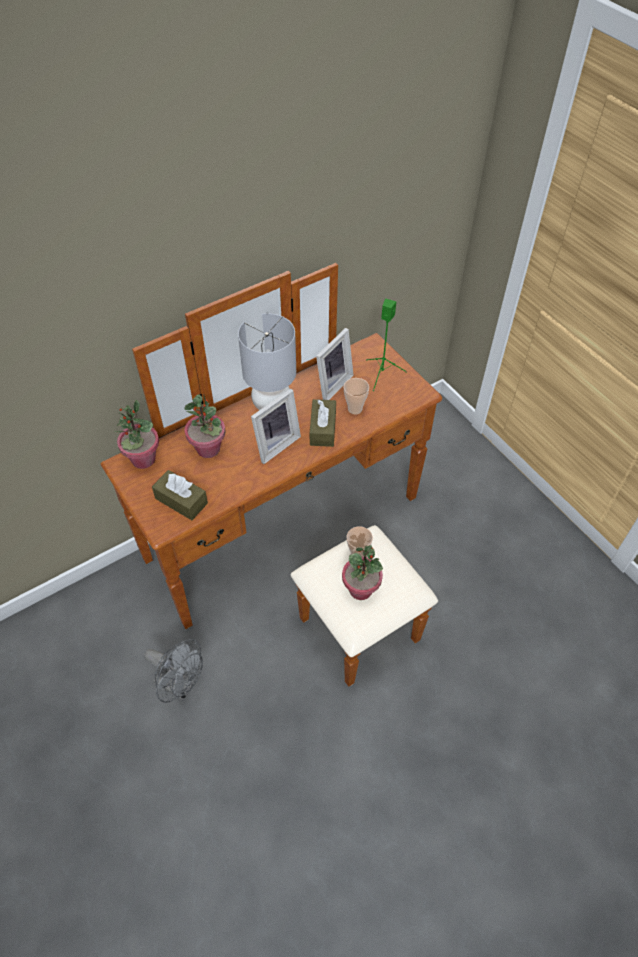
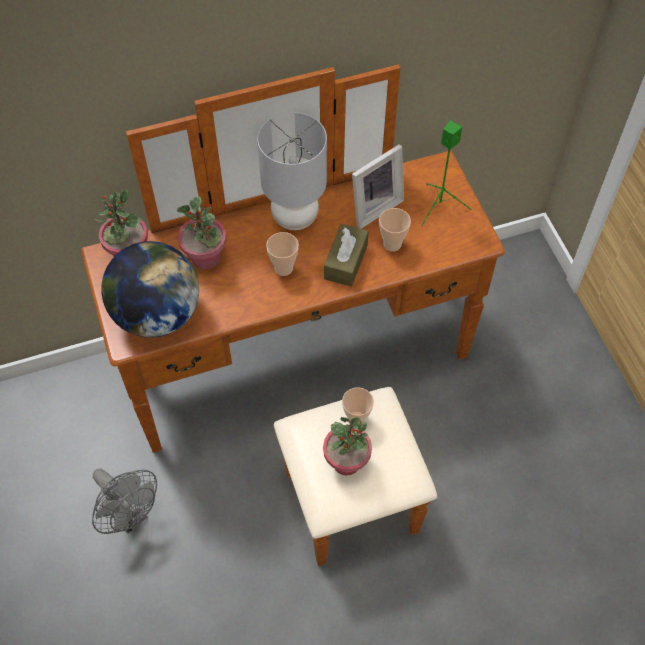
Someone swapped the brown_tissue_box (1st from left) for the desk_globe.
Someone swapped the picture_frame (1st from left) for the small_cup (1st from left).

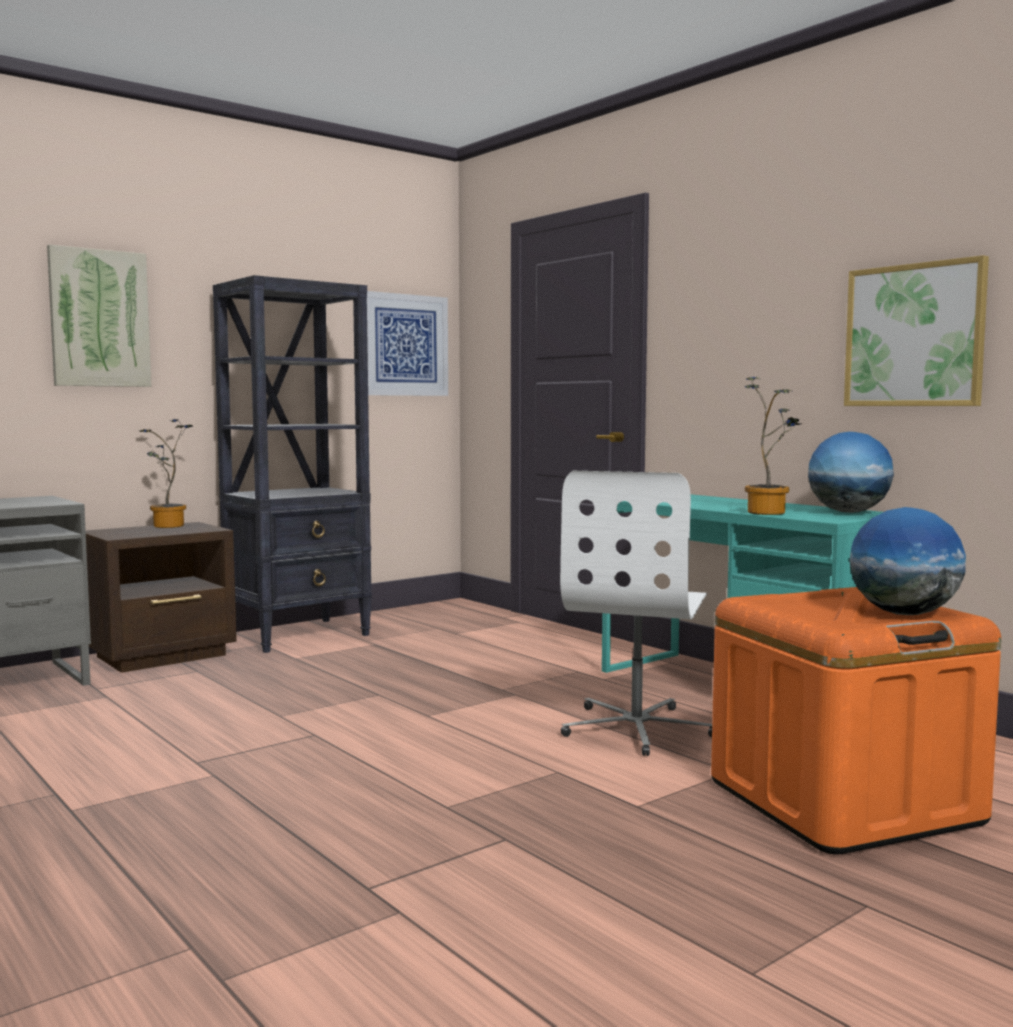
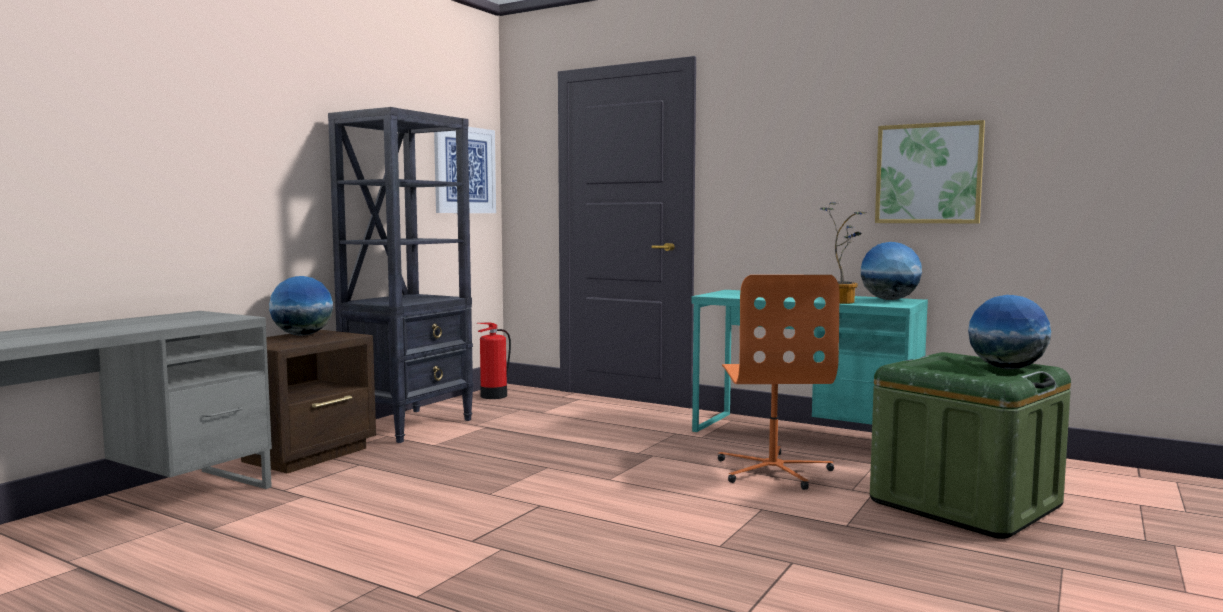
Someone took away the picture (1st from left).
Someone swapped the plant_in_a_pot (1st from left) for the desk_globe (1st from left).
Someone repainted the whitish_office_chair, which became the orange-coloured_office_chair.
Someone repainted the orange-coloured_storage_bin, which became the greenish_storage_bin.
Someone put down the fire_extinguisher.

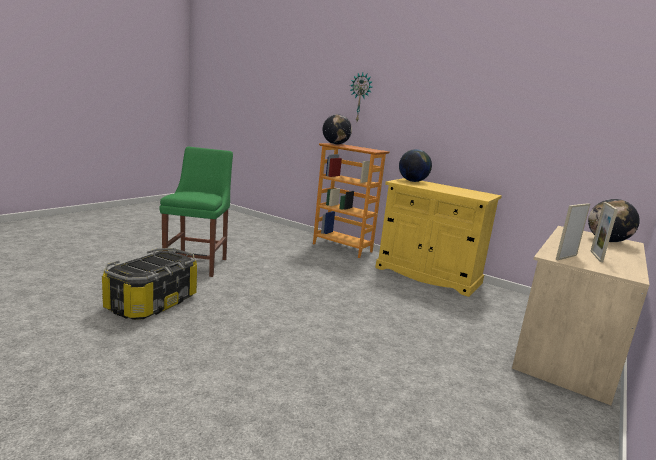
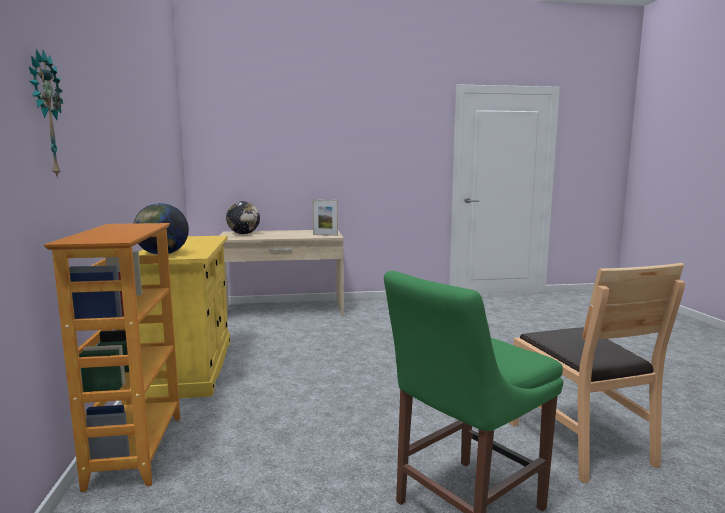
Someone swapped the storage_bin for the brown_upright_chair.
Someone took away the desk_globe (1st from left).
Someone took away the picture_frame (2nd from left).

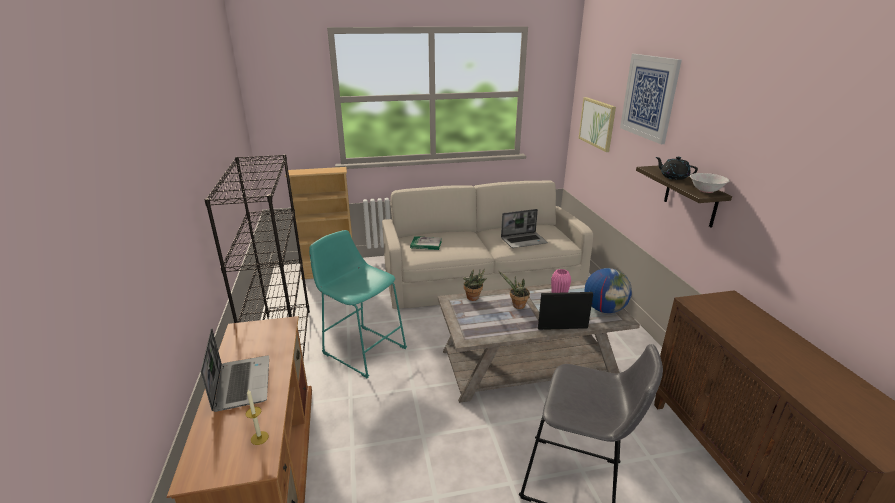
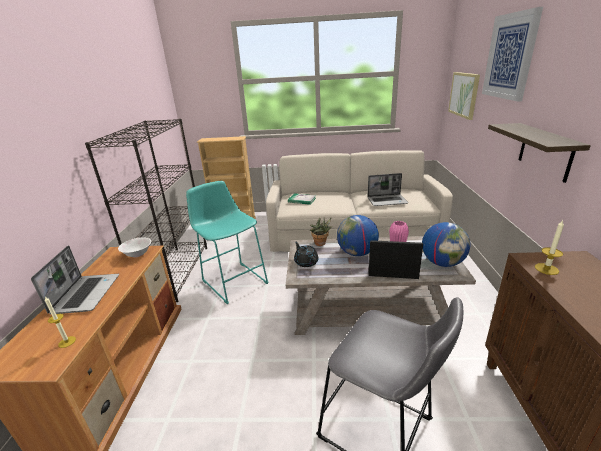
Someone swapped the plant_in_a_pot (2nd from left) for the desk_globe (1st from left).
Someone carried the black-coloured_teapot.
Someone carried the whitish_deep_dish.
Someone put down the wax_light (2nd from left).

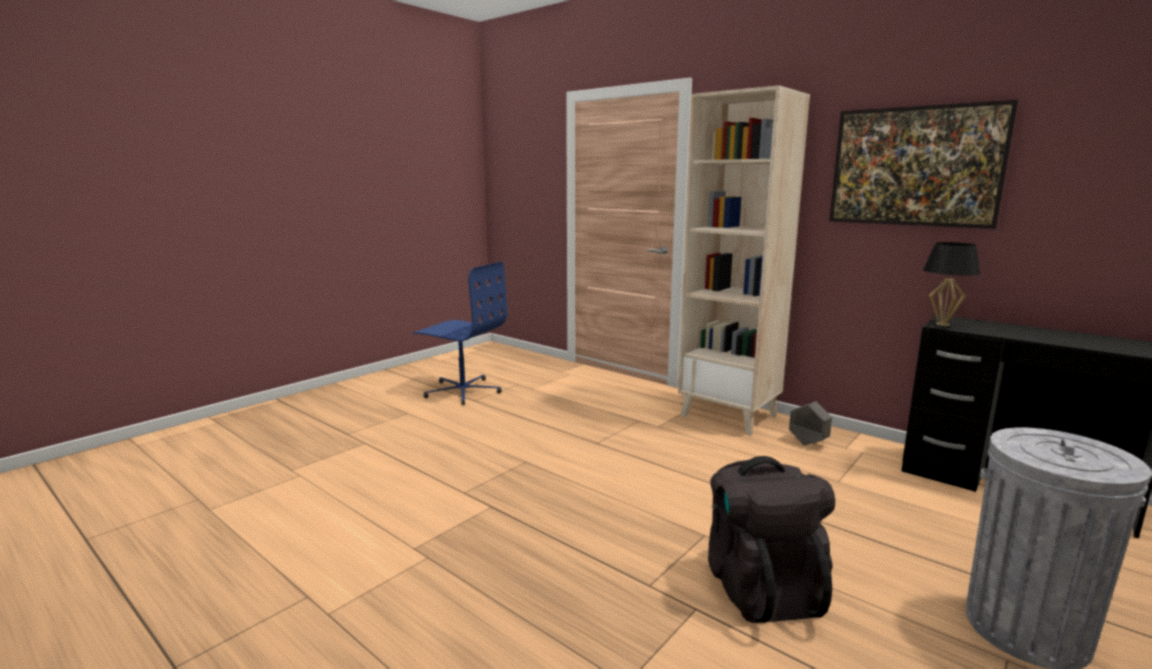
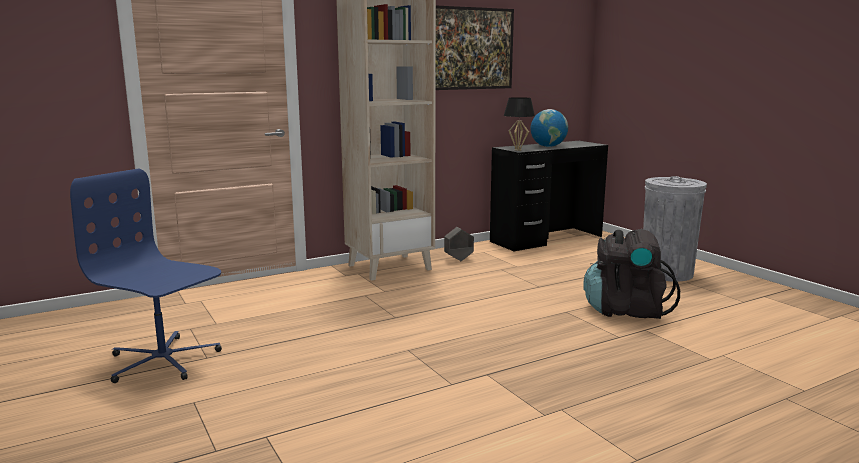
Someone rotated the blue_office_chair by 105 degrees counterclockwise.
Someone put down the desk_globe.

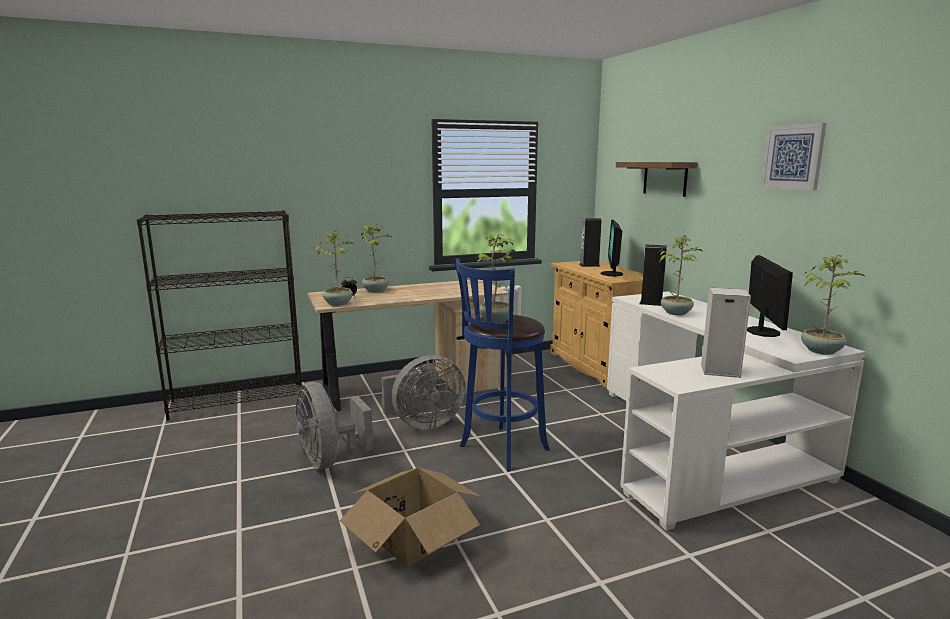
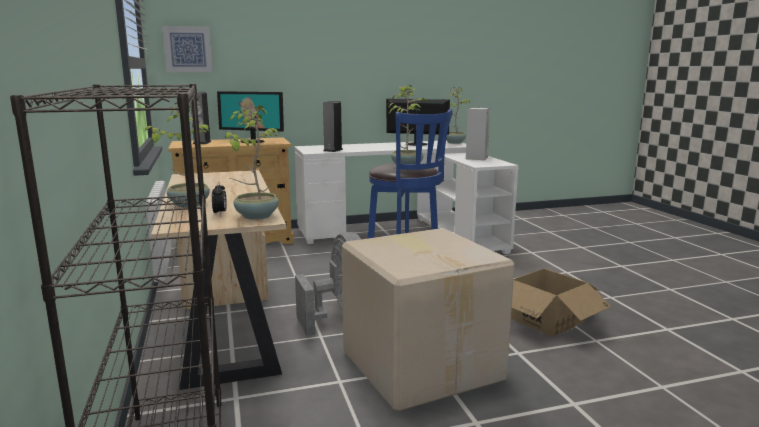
Someone swapped the greyish_electric_fan (1st from left) for the cardboard_box (1st from left).
Someone took away the shelf.
Someone took away the plant_in_a_pot (4th from left).
Someone carried the picture.

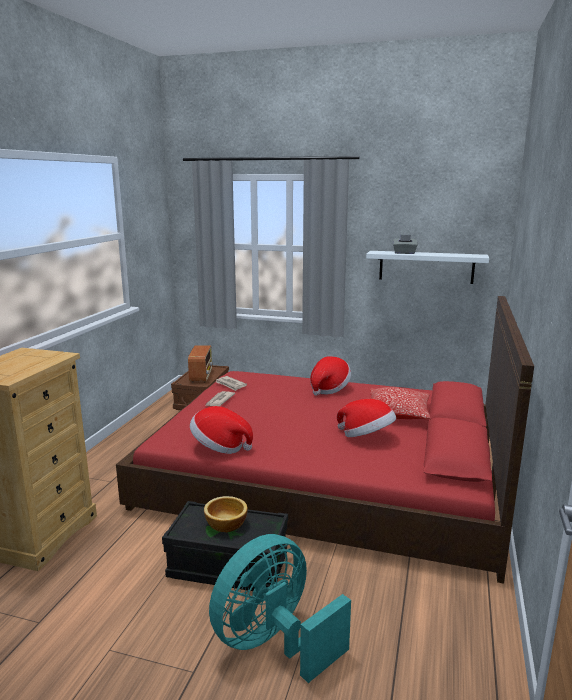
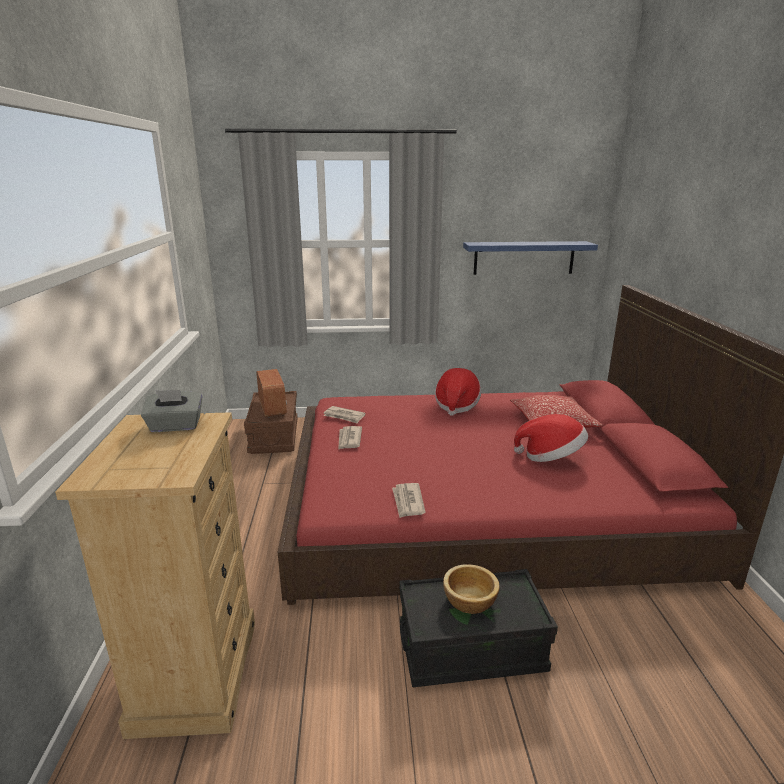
Someone swapped the clothing_hat (1st from left) for the newspaper (3rd from left).
Someone took away the blue-green_electric_fan.
Someone repainted the whitish_shelf, which became the blue_shelf.
Someone carried the greyish_tissue_box.

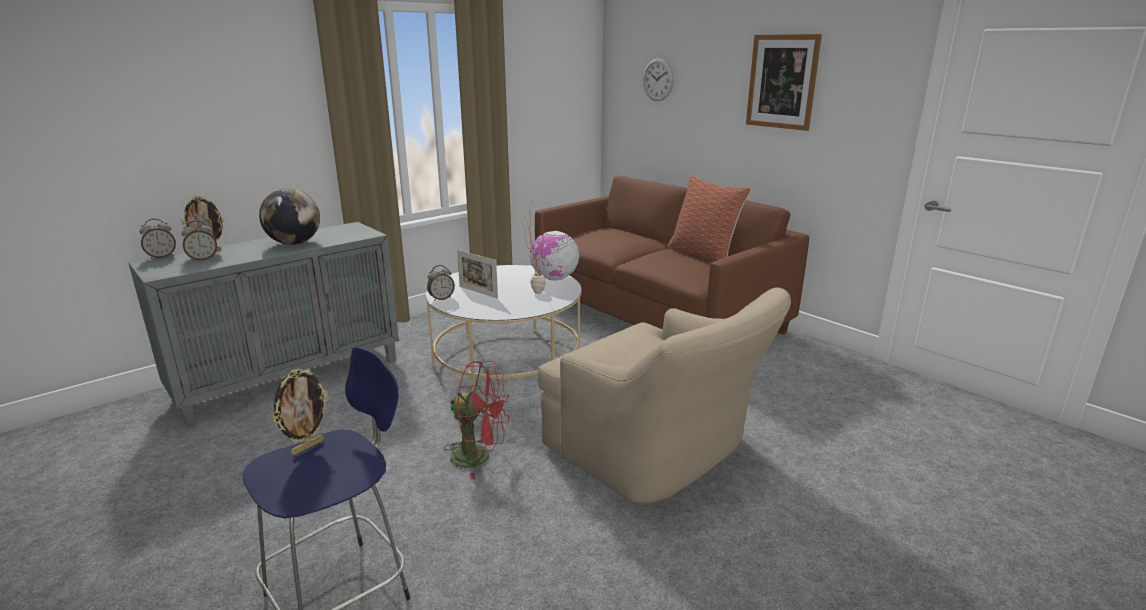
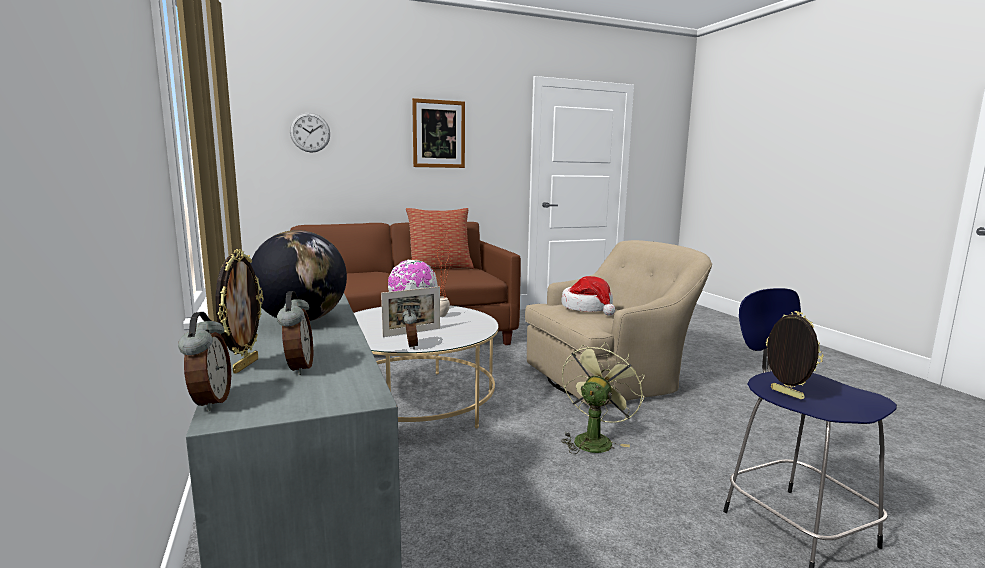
Someone repainted the red-coloured_electric_fan, which became the greenish_electric_fan.
Someone put down the clothing_hat.

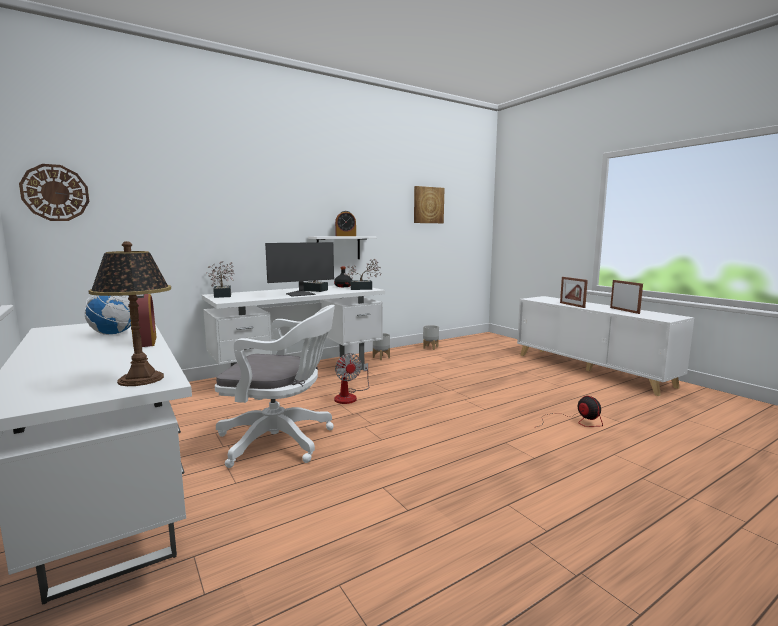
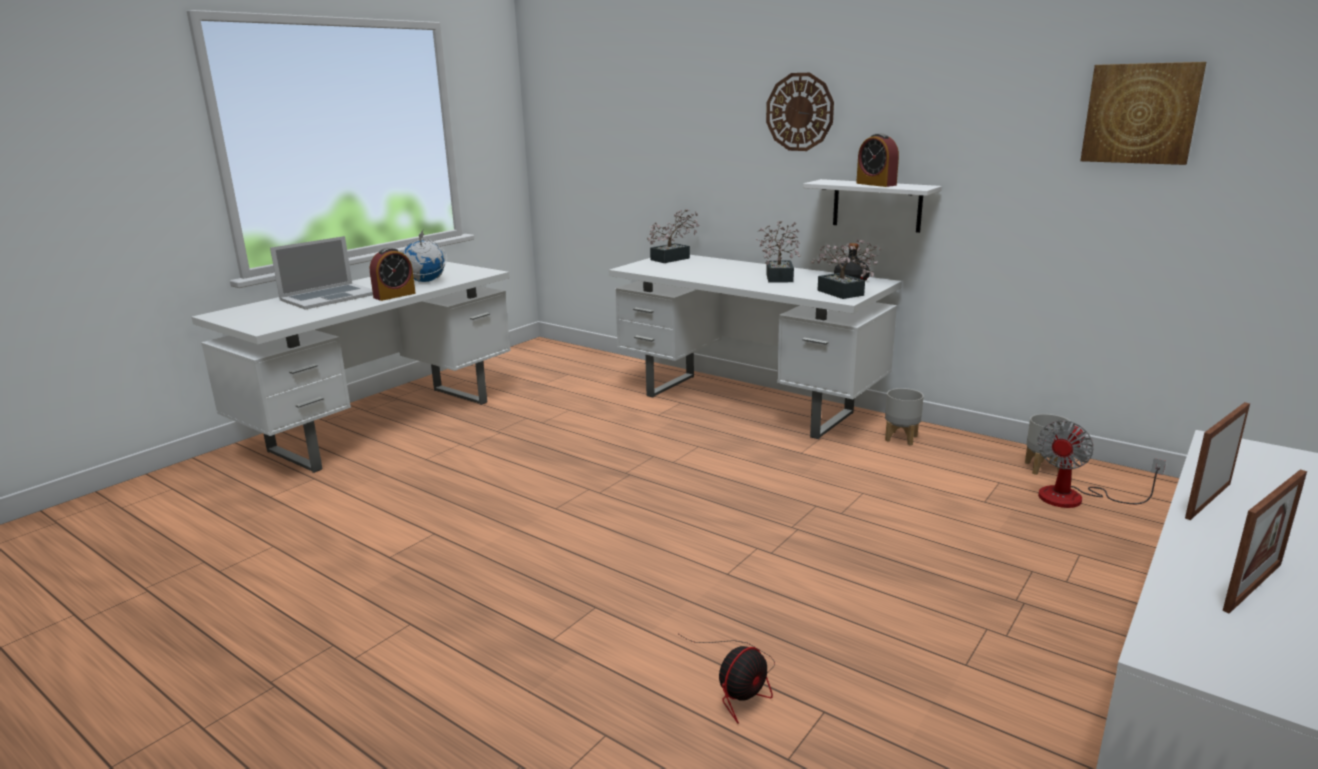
Someone carried the clock_on_the_wall.
Someone took away the lamp_for_a_table.
Someone took away the whitish_office_chair.
Someone took away the computer_display.
Someone carried the electric_fan (1st from left in the first image).
Someone put down the portable_computer.

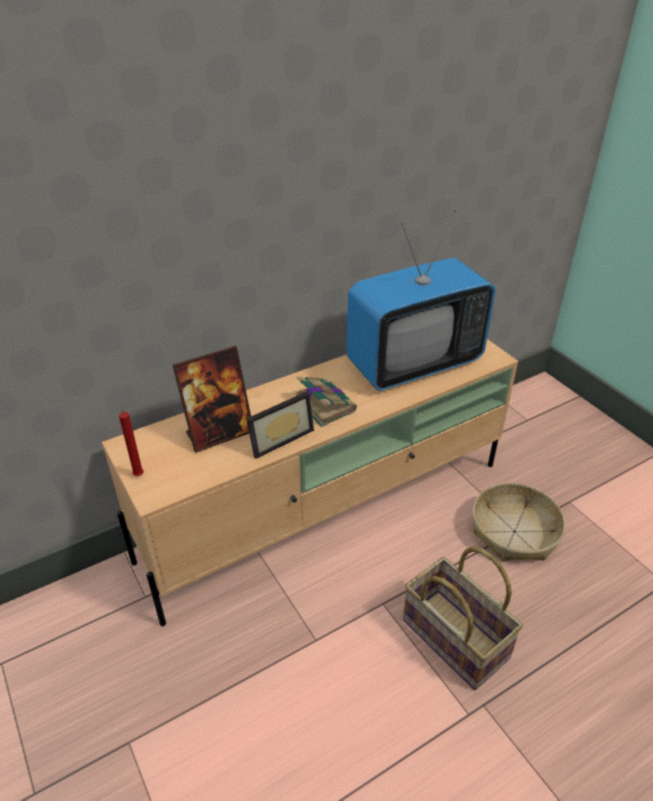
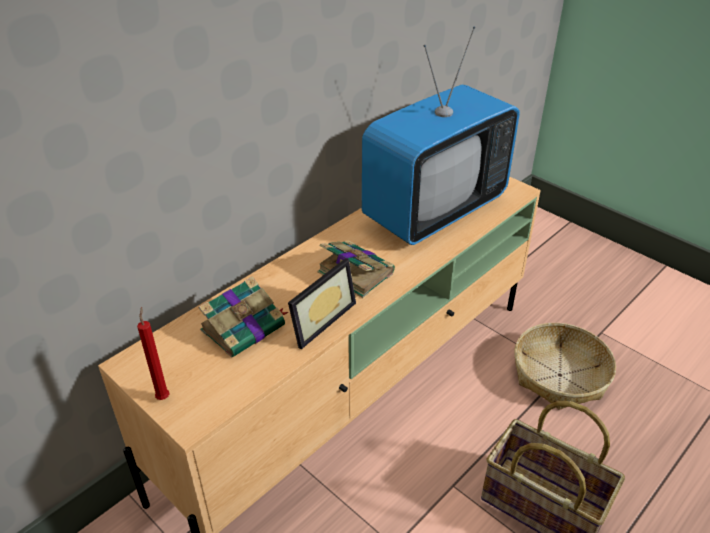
Someone swapped the picture_frame (1st from left) for the bound_book (1st from left).

